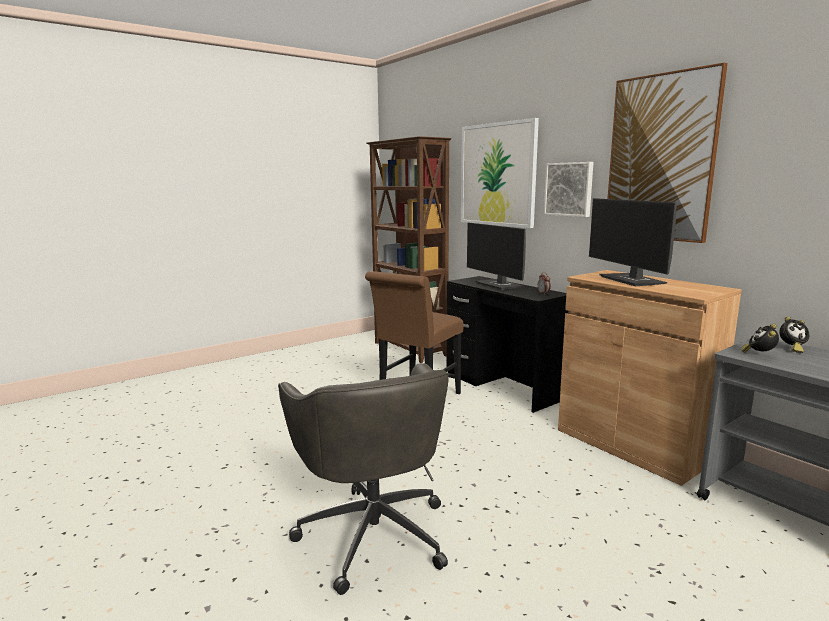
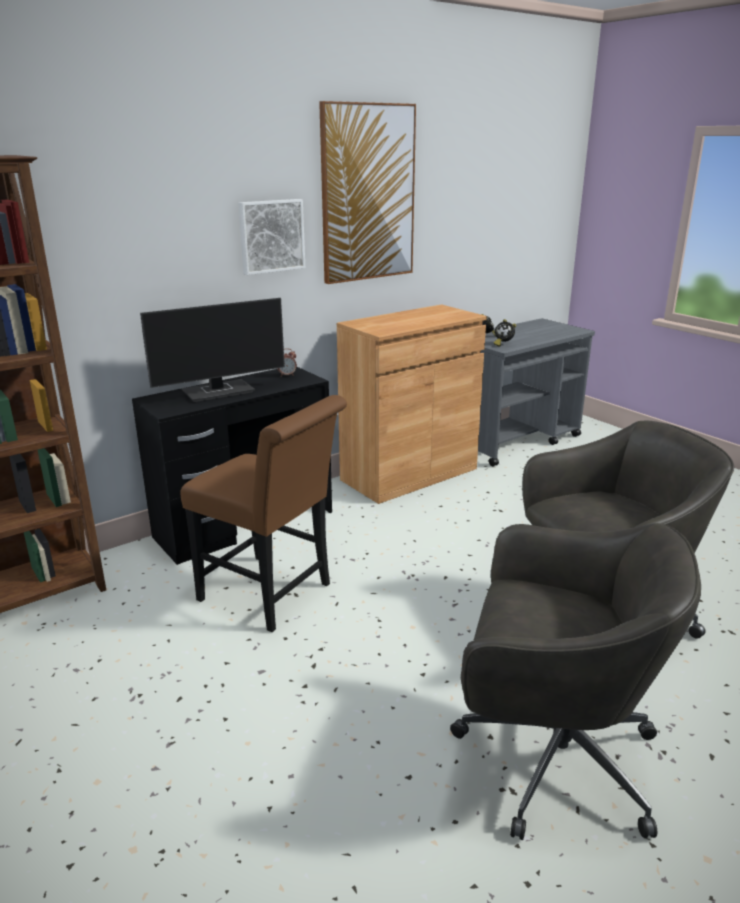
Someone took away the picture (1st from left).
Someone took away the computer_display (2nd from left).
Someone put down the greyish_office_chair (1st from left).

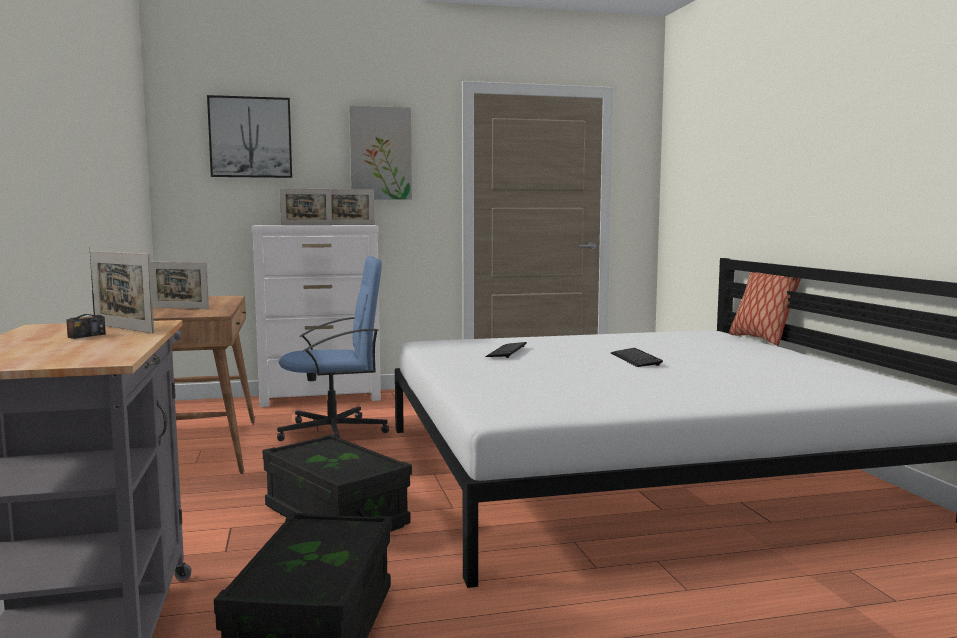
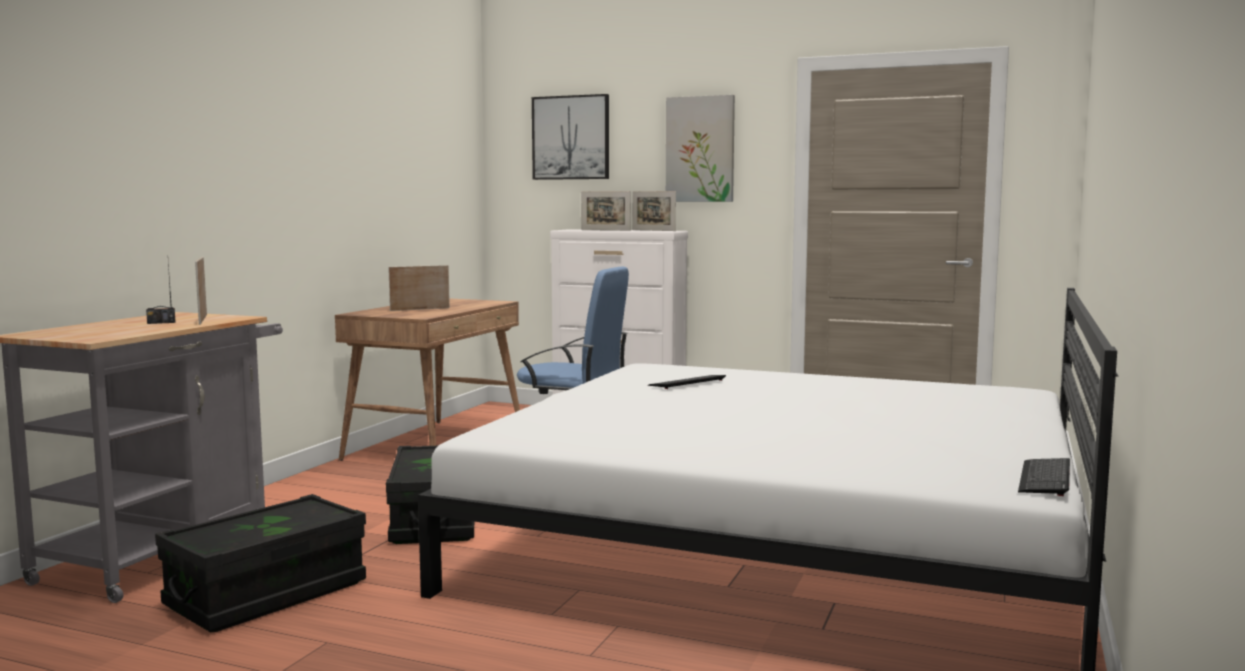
Someone rotated the picture_frame (2nd from left) by 105 degrees clockwise.
Someone carried the computer_keyboard (2nd from left).
Someone took away the throw_pillow.

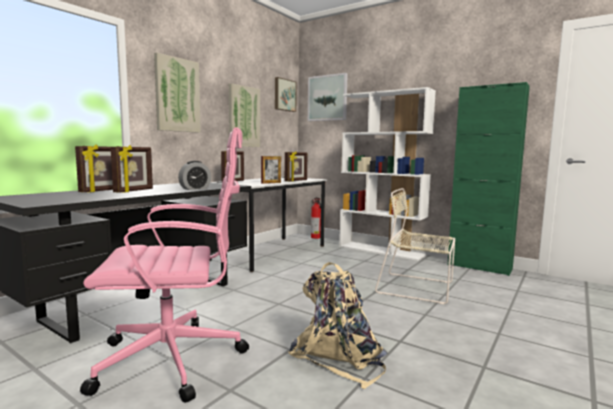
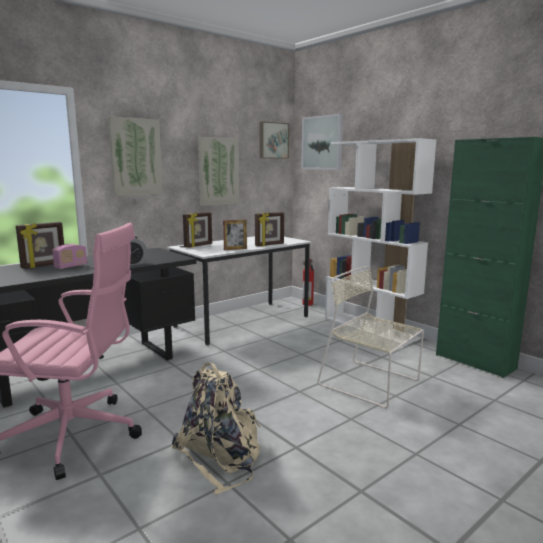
Someone swapped the picture_frame (2nd from left) for the radio_set.

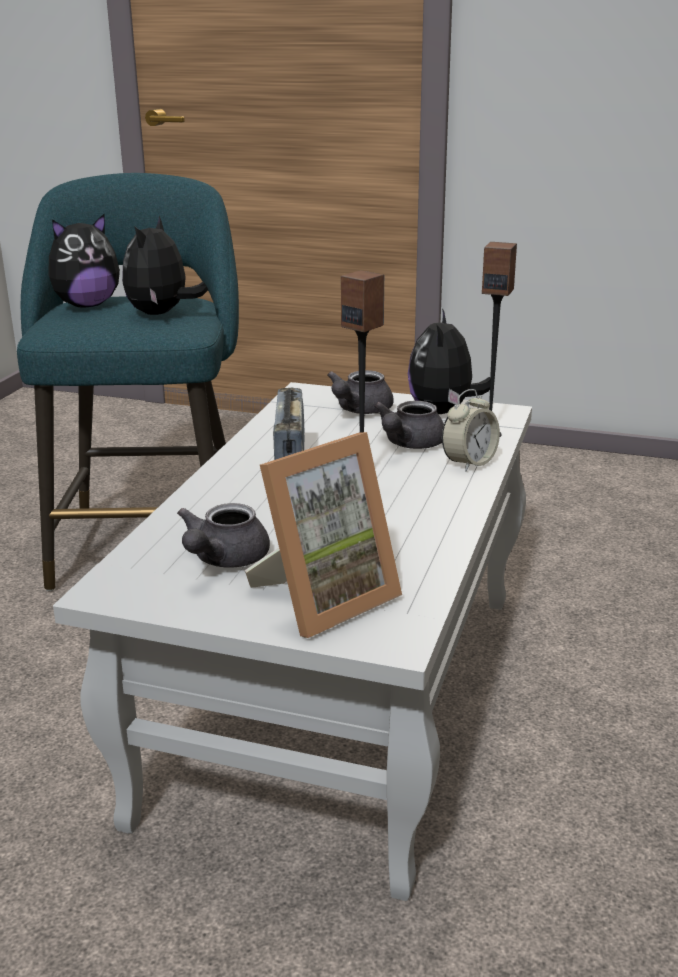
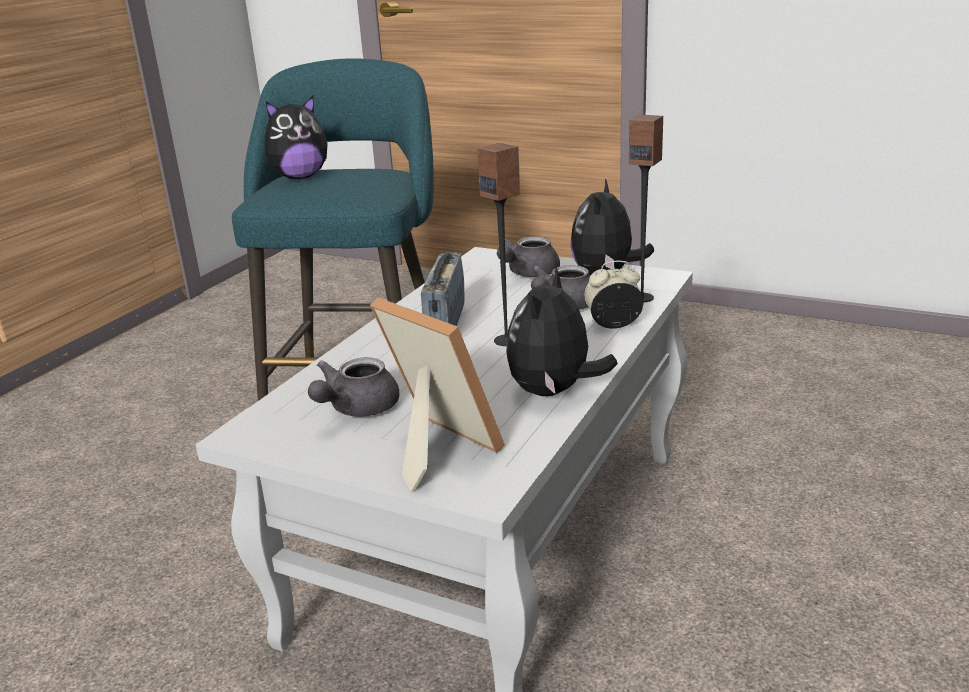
Someone carried the soft_toy (2nd from left).
Someone rotated the picture_frame by 105 degrees counterclockwise.
Someone rotated the bedside_clock by 150 degrees counterclockwise.

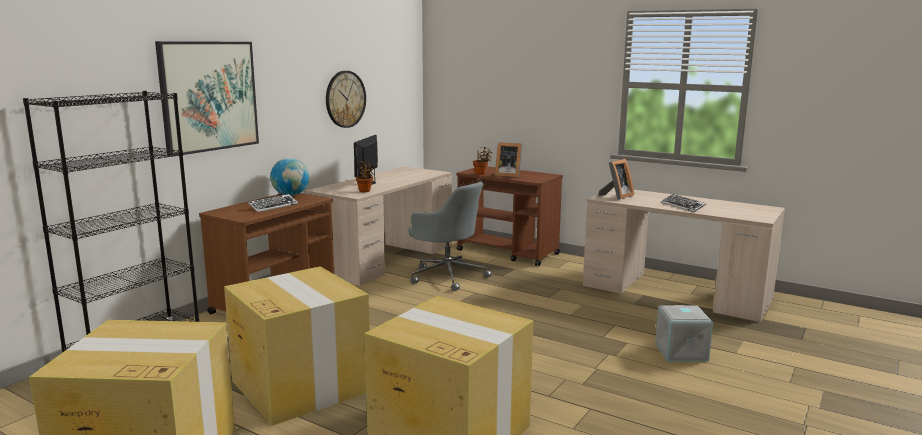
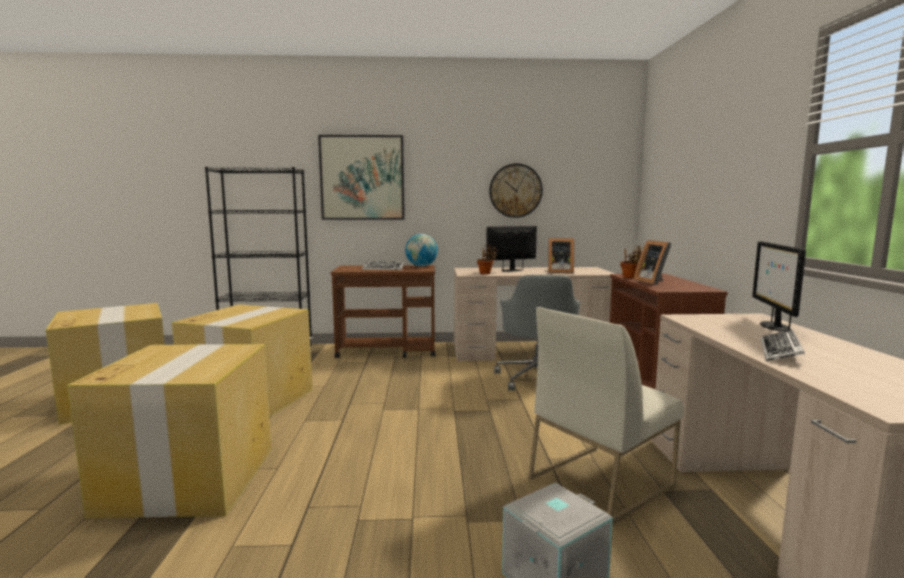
Someone carried the picture_frame (2nd from left in the first image).
Someone put down the whitish_upright_chair.
Someone put down the computer_display (2nd from left).

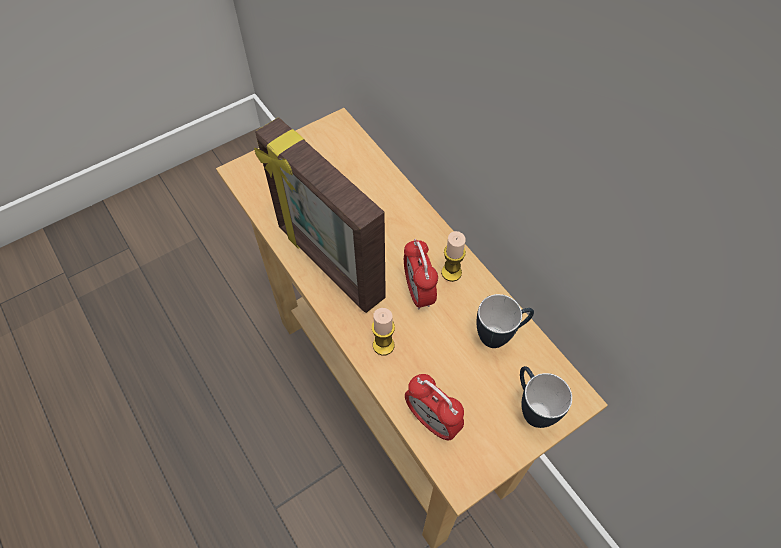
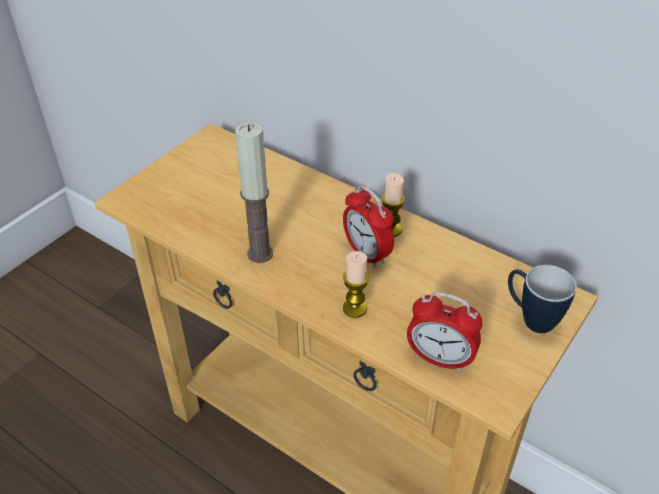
Someone swapped the picture_frame for the wax_light (1st from left).
Someone took away the tea_mug (1st from left).

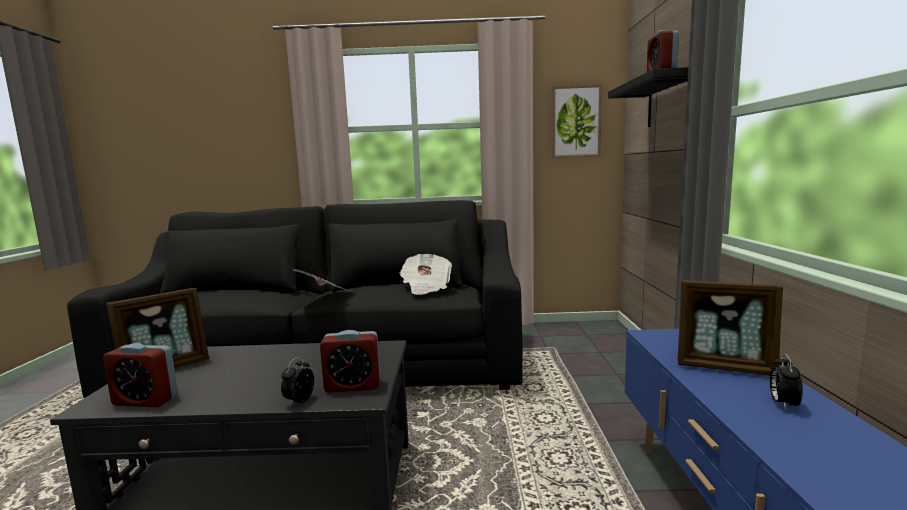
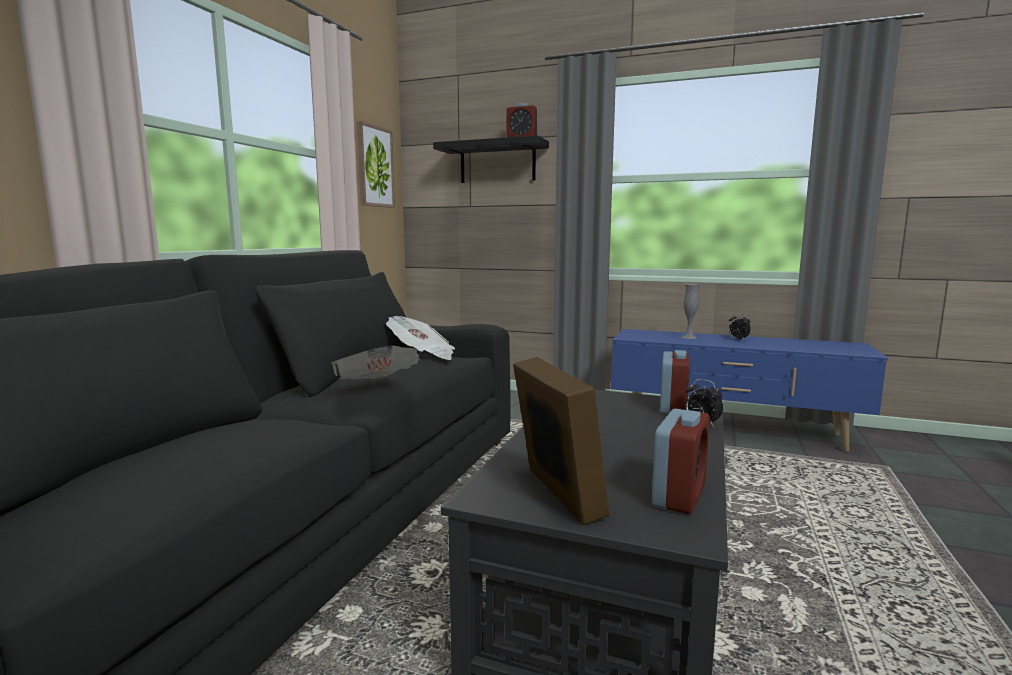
Someone swapped the picture_frame (2nd from left) for the greyish_vase.

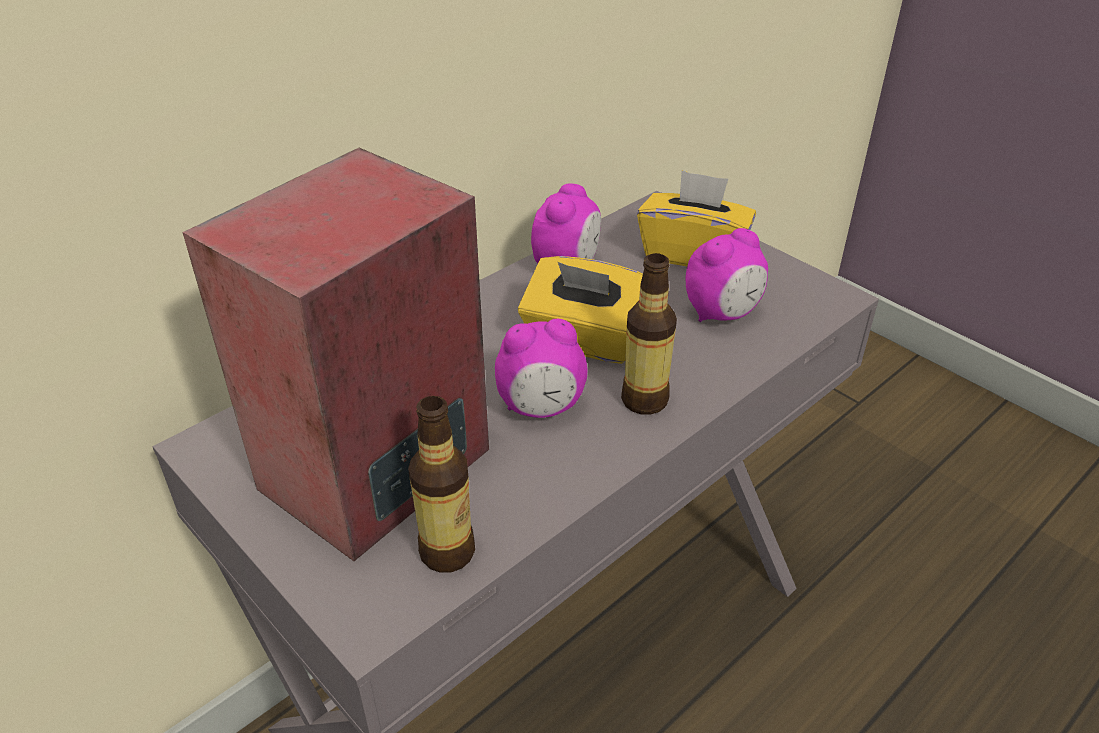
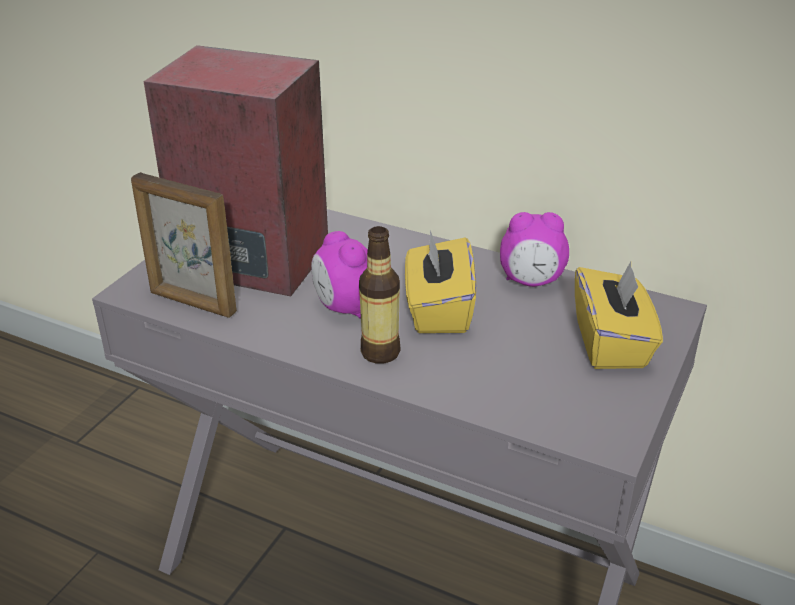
Someone swapped the bottle (1st from left) for the picture_frame.
Someone took away the bedside_clock (3rd from left).

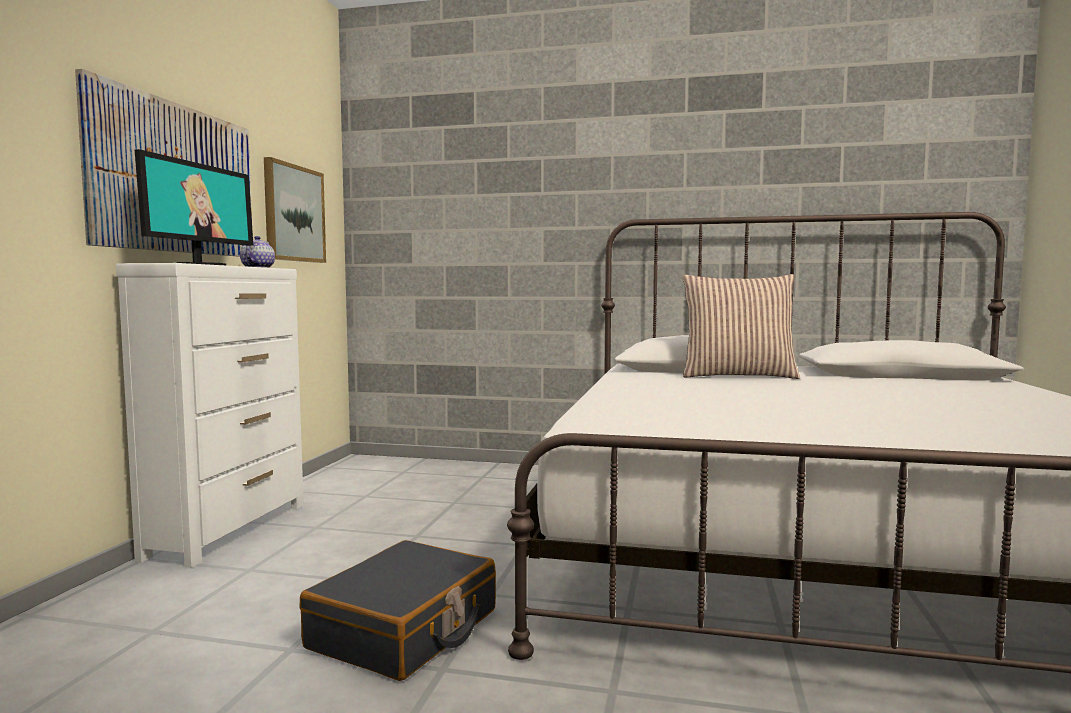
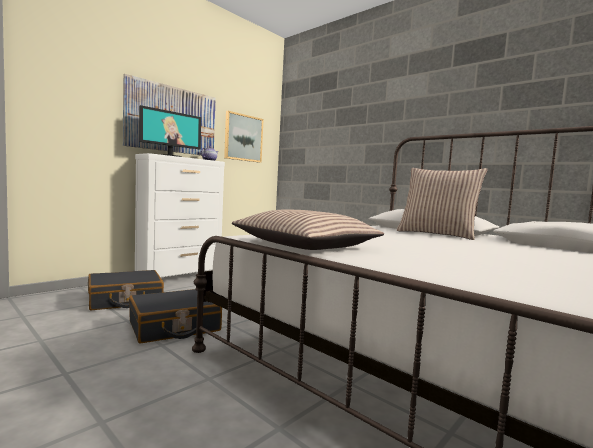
Someone put down the black-coloured_travel_case (1st from left).
Someone put down the throw_pillow (1st from left).

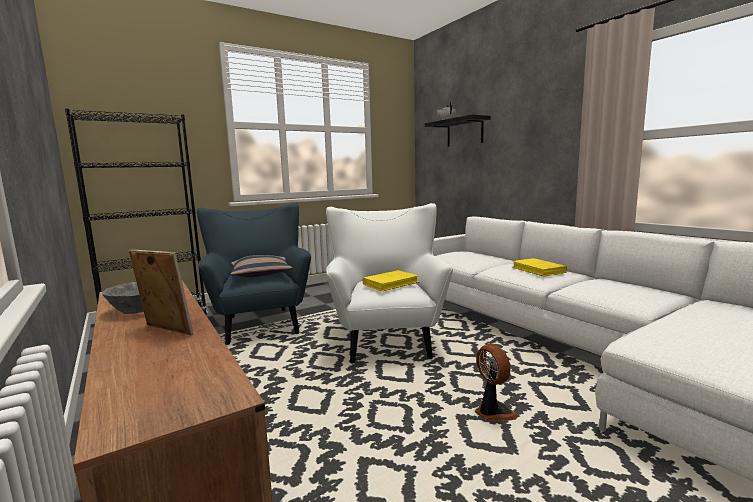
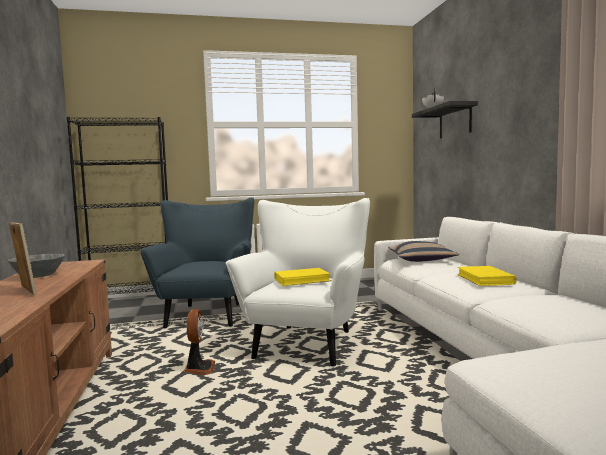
Someone carried the throw_pillow.
Someone carried the electric_fan.

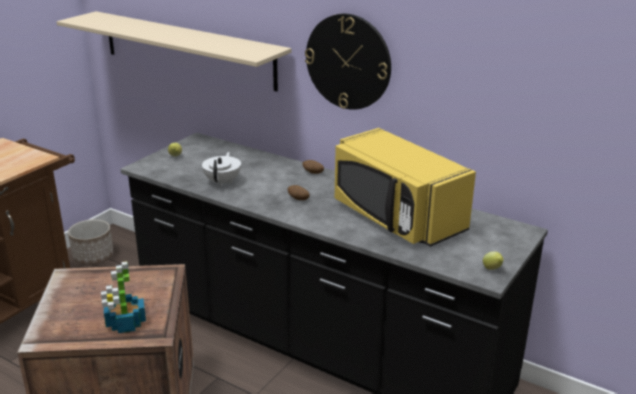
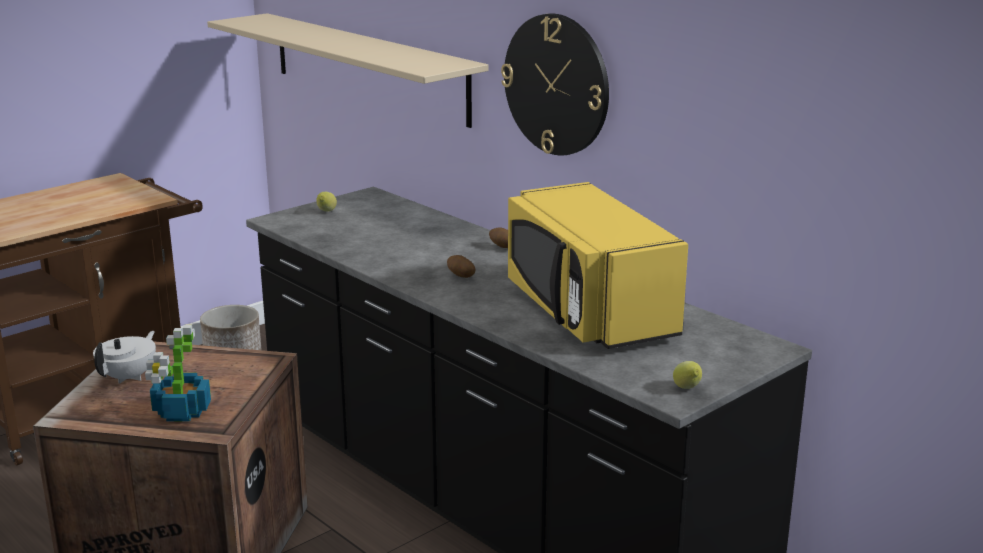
Someone carried the whitish_teapot.

